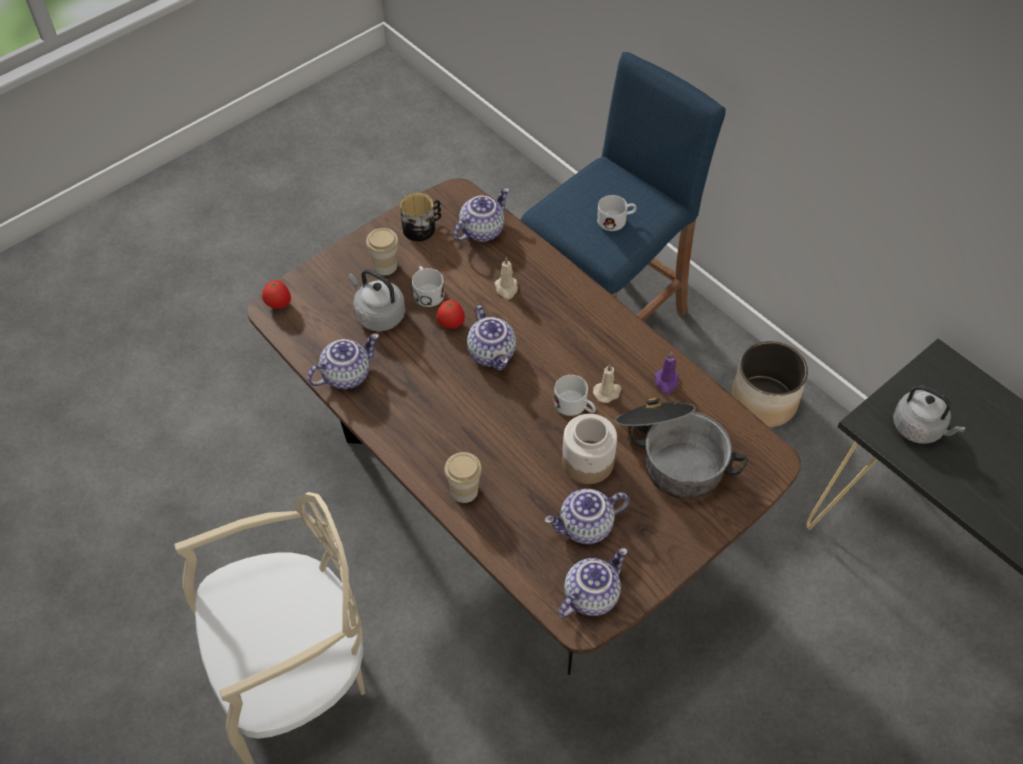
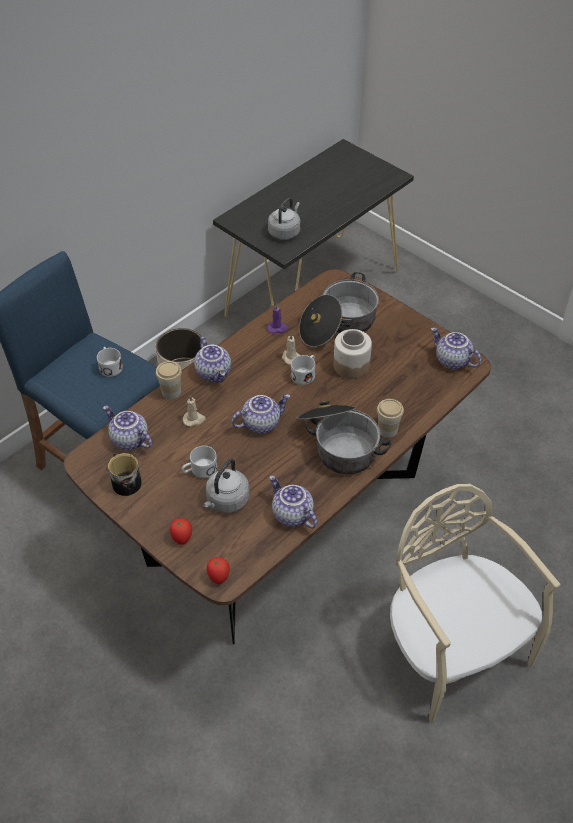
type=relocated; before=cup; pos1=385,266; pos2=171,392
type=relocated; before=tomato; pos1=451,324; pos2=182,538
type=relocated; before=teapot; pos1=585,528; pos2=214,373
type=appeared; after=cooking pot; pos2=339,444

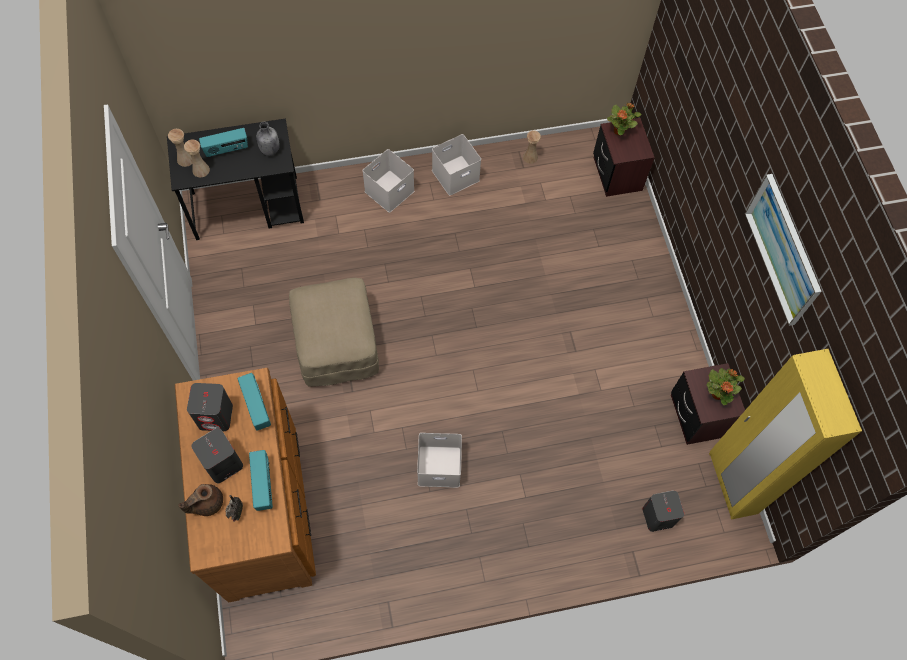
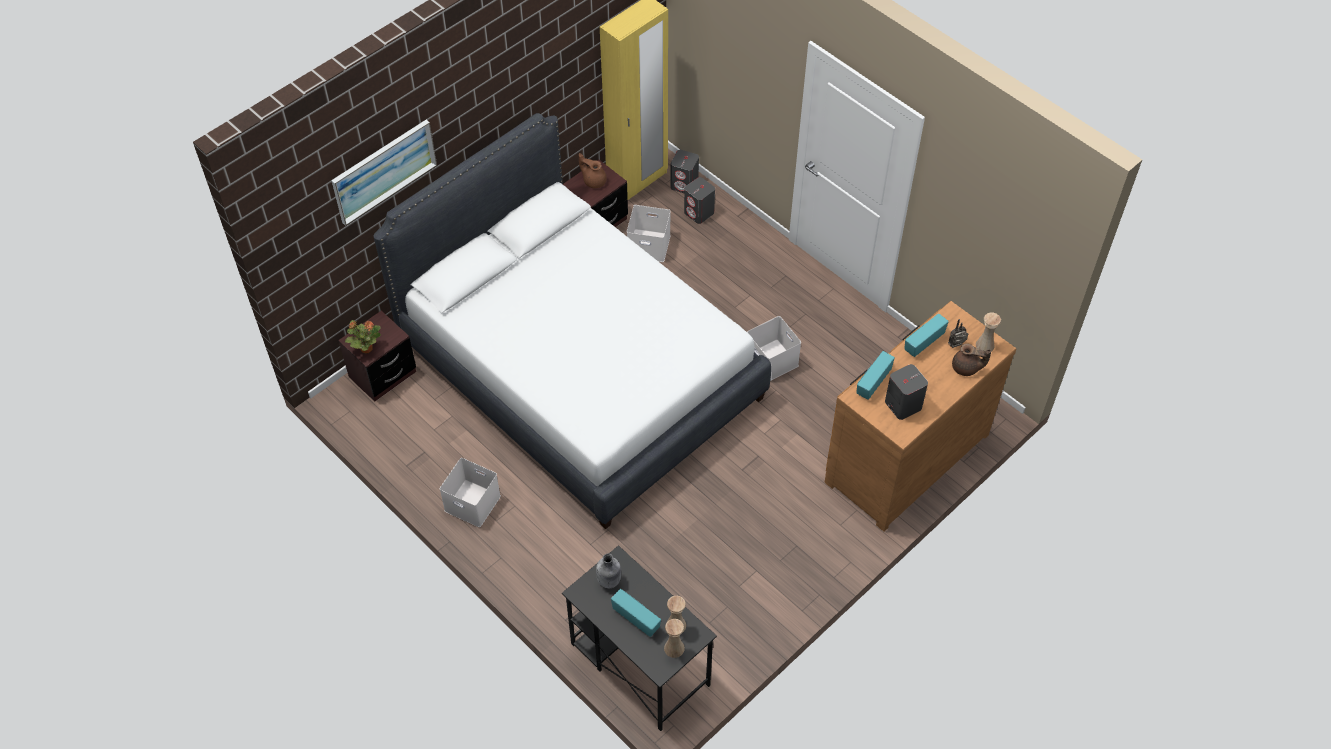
type=relocated; before=picture; pos1=783,249; pos2=384,171
type=appeared; after=white bed; pos2=580,370
type=exchanged; before=potted plant; after=brown teapot; pos1=717,393; pos2=594,181
type=relocated; before=white storage box; pos1=389,192; pos2=650,245
type=relocated; before=grey speaker; pos1=222,464; pos2=684,184
type=relocated; before=beige vase; pos1=530,157; pos2=985,345
type=missing; before=beige ottoman; pos1=337,343

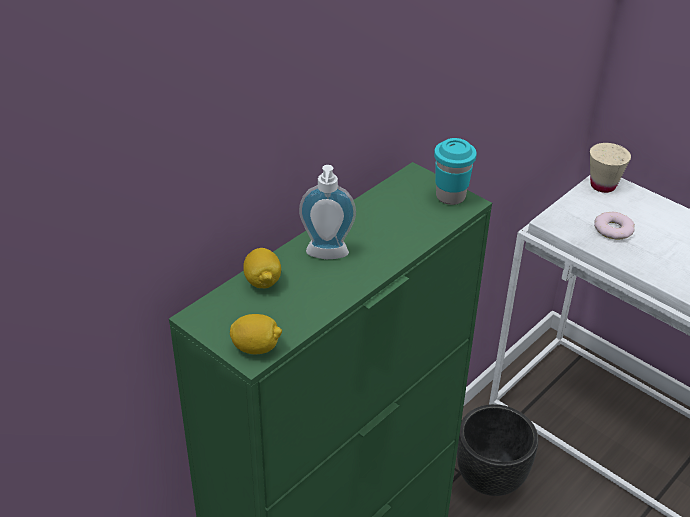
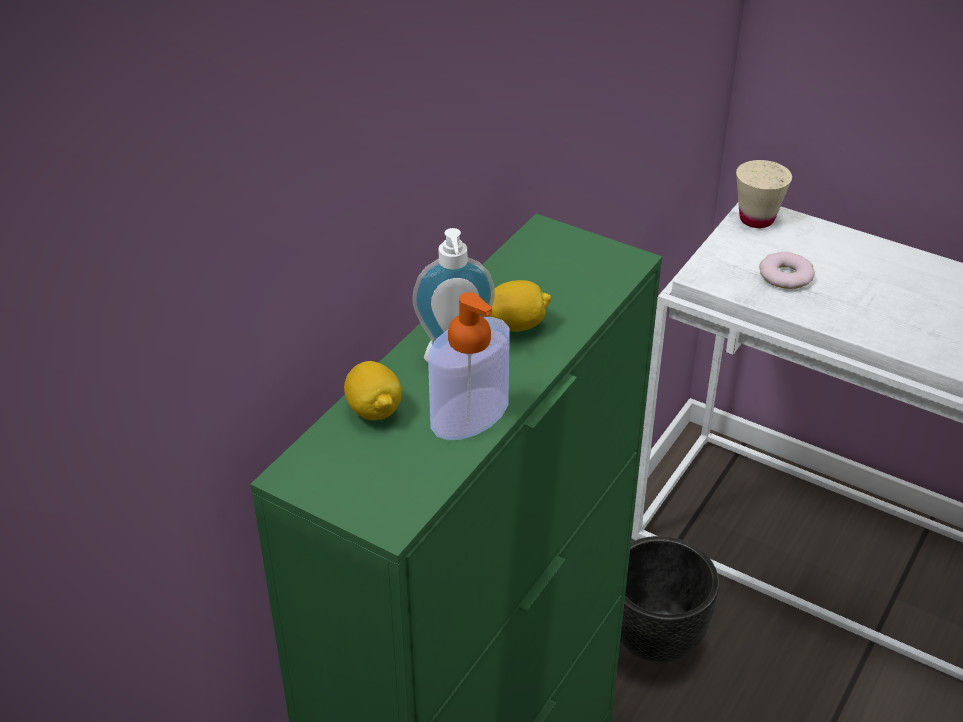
type=appeared; after=soap dispenser; pos2=470,414
type=relocated; before=lemon; pos1=256,347; pos2=517,325
type=missing; before=turquoise cup; pos1=450,196

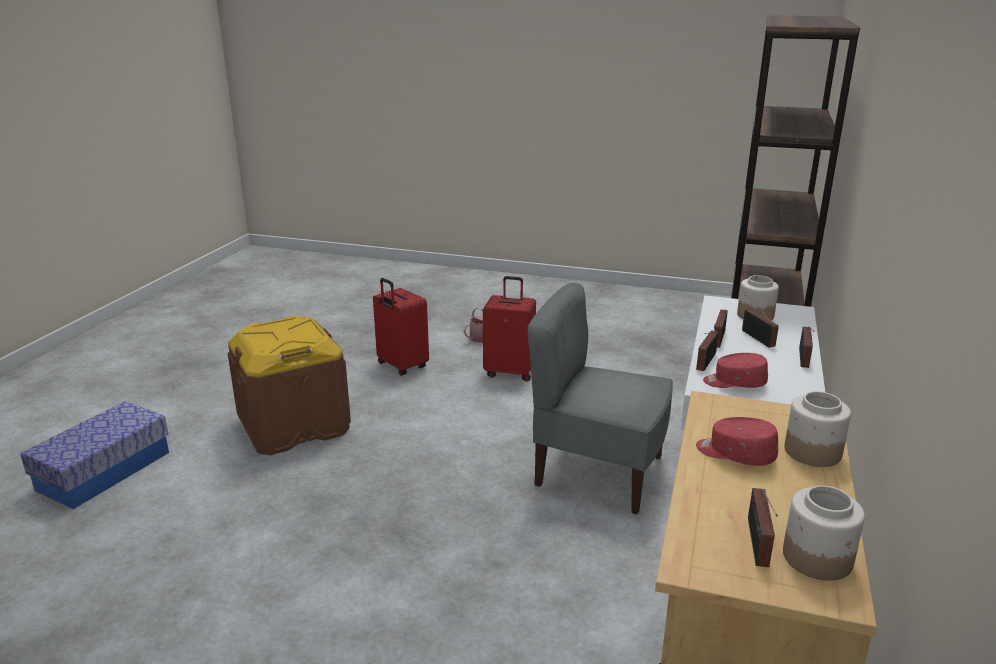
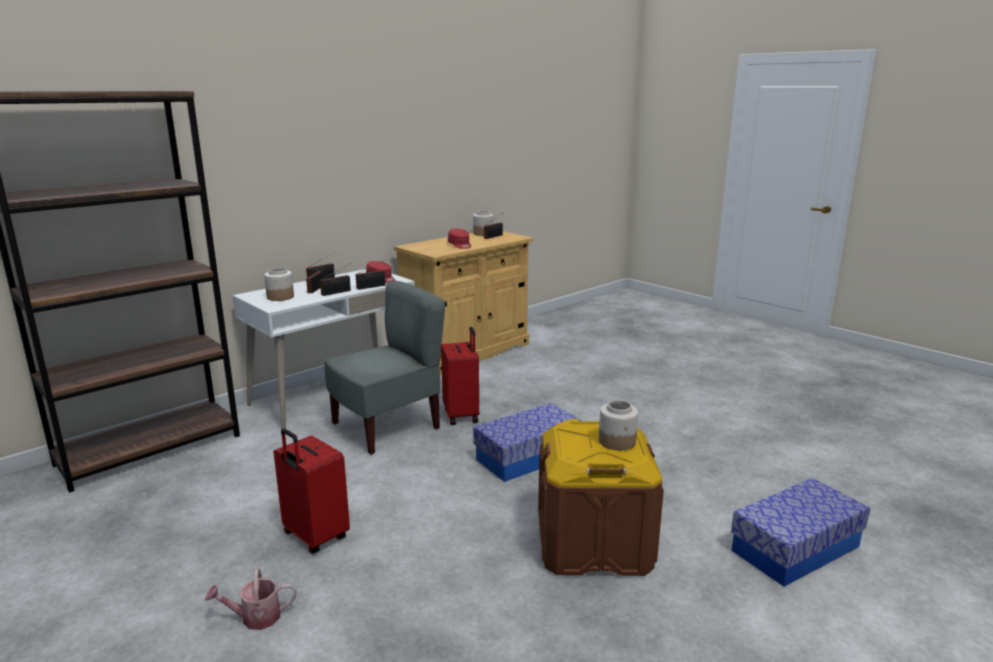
type=spun; before=grey chair; pos1=597,473; pos2=387,427; turn=-90
type=relocated; before=red suitcase; pos1=401,366; pos2=462,415
type=appeared; after=storage box; pos2=528,457
type=relocated; before=jar; pos1=811,452; pos2=617,441

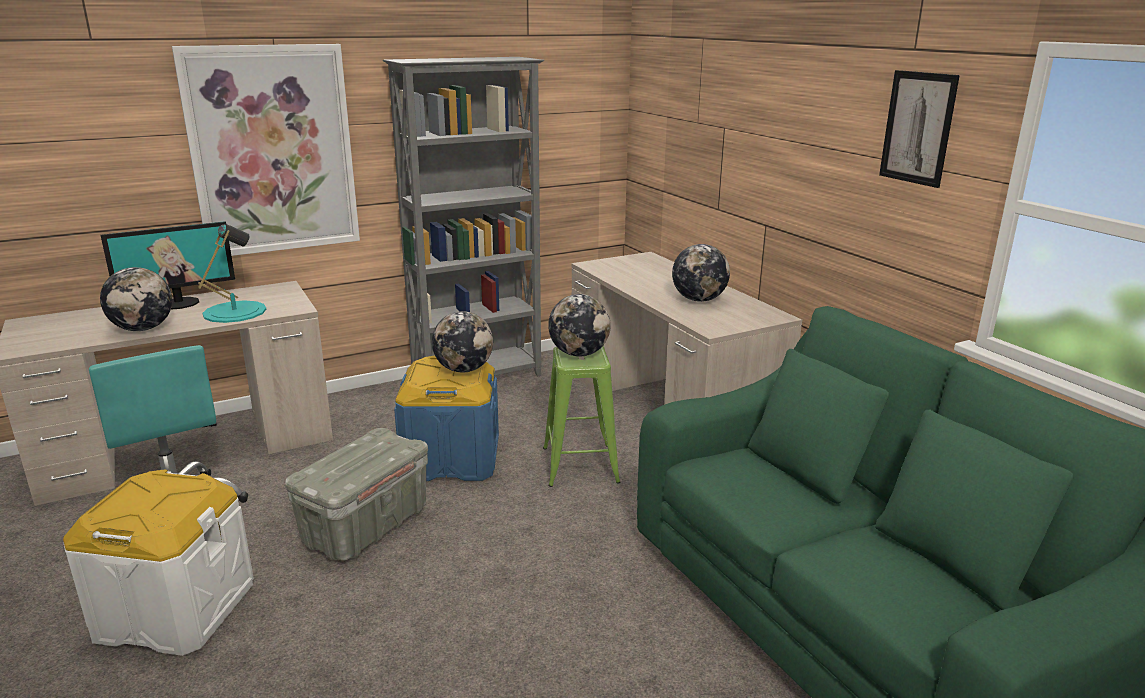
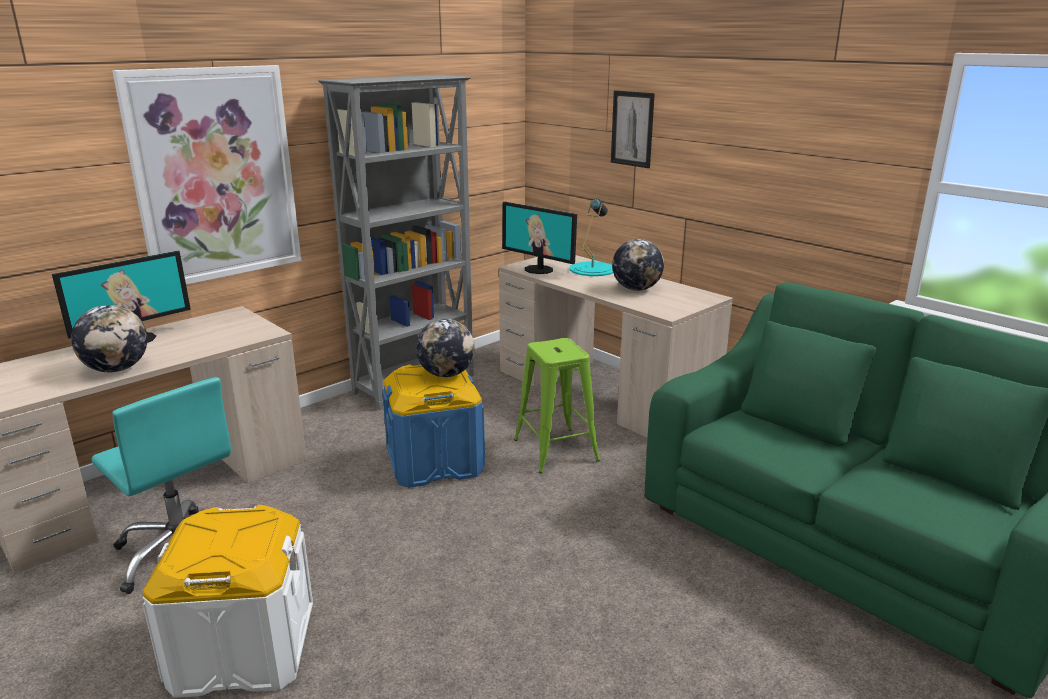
type=appeared; after=monitor; pos2=539,269
type=relocated; before=turquoise table lamp; pos1=234,312; pos2=592,269
type=relocated; before=picture; pos1=918,128; pos2=632,129
type=missing; before=grey storage box; pos1=366,527
type=missing; before=globe; pos1=579,354

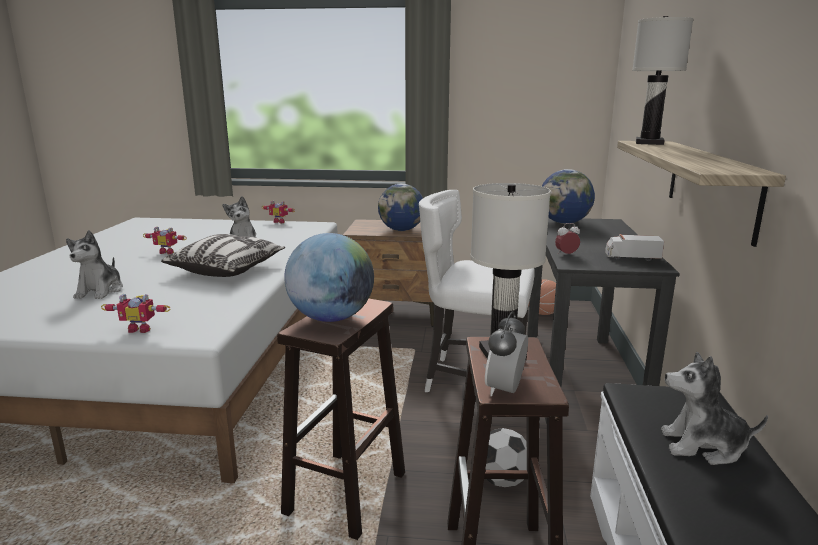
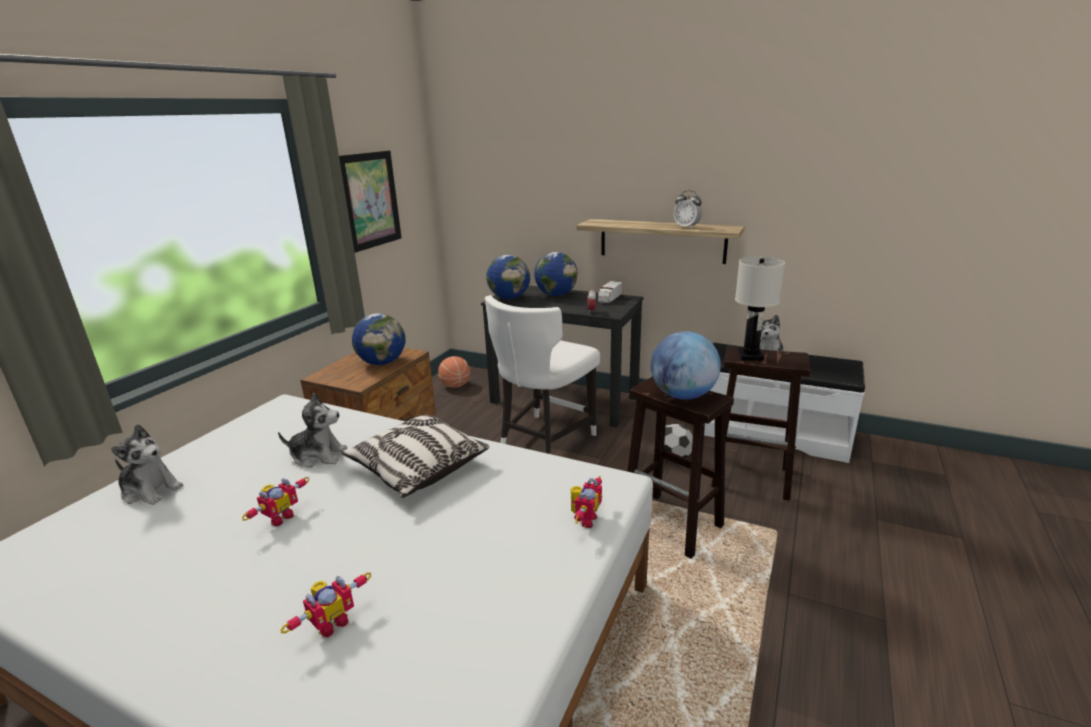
type=relocated; before=plush toy; pos1=100,291; pos2=151,490
type=relocated; before=toy robot; pos1=280,221; pos2=331,623
type=appeared; after=picture; pos2=370,200
type=appeared; after=globe; pos2=556,295
type=relocated; before=alarm clock; pos1=505,390; pos2=686,227
type=missing; before=white table lamp; pos1=649,143

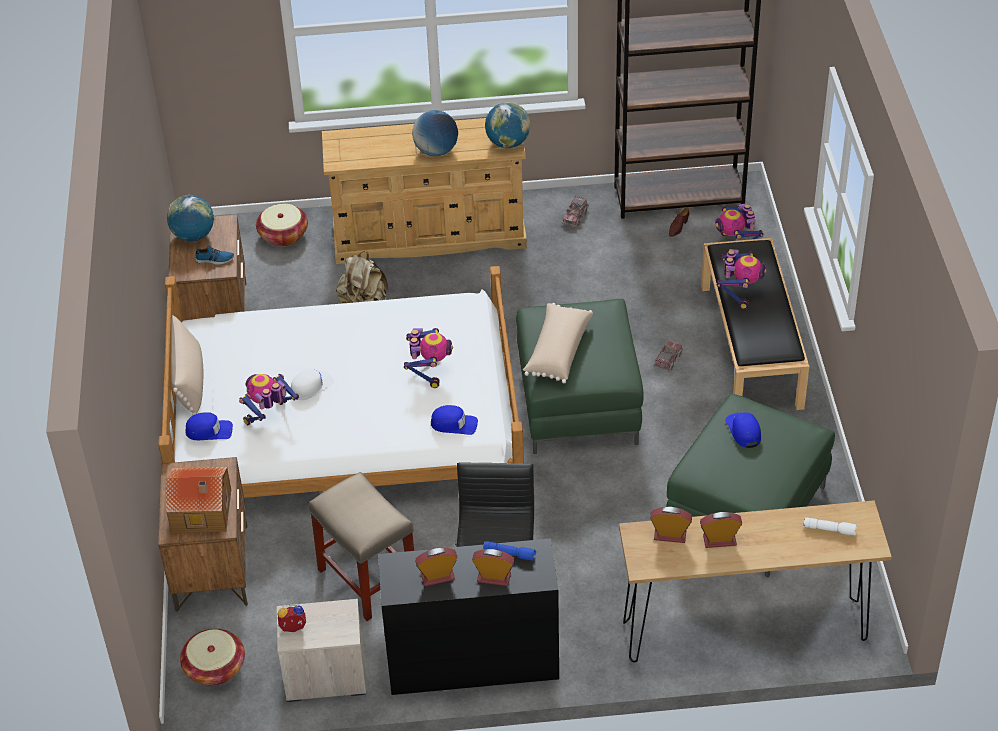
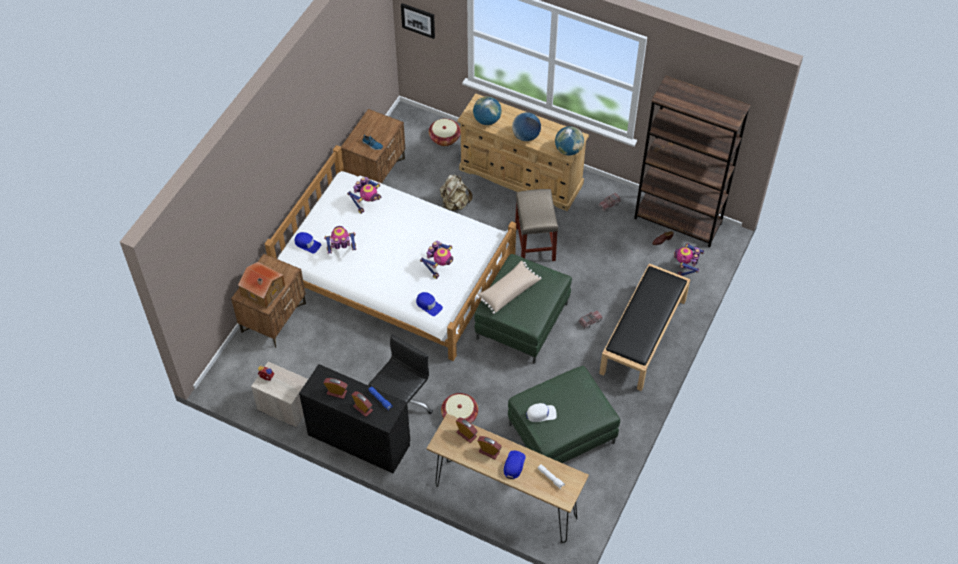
type=relocated; before=toy robot; pos1=739,292; pos2=367,203
type=appeared; after=picture; pos2=418,20
type=relocated; before=basket; pos1=215,668; pos2=459,415
type=relocated; before=globe; pos1=193,236; pos2=487,120
type=relocated; before=blue cap; pos1=743,431; pos2=514,465
type=relocated; before=beige stool; pos1=369,580; pos2=535,244
type=relocated; before=white cap; pos1=311,386; pos2=541,414
type=missing; before=beige pillow; pos1=189,380

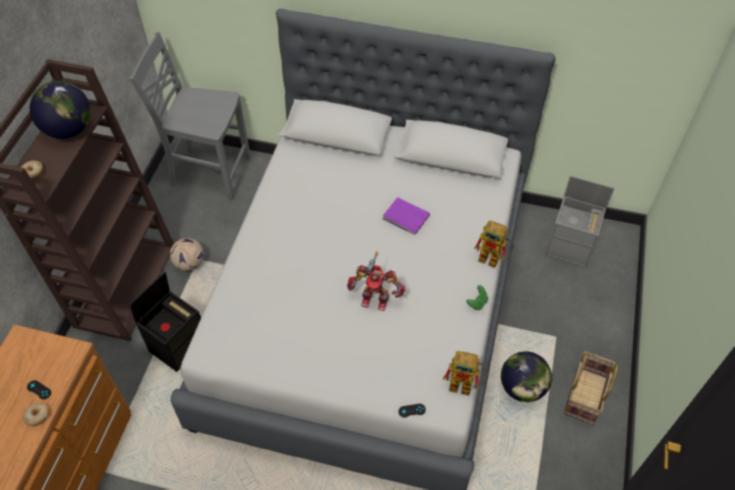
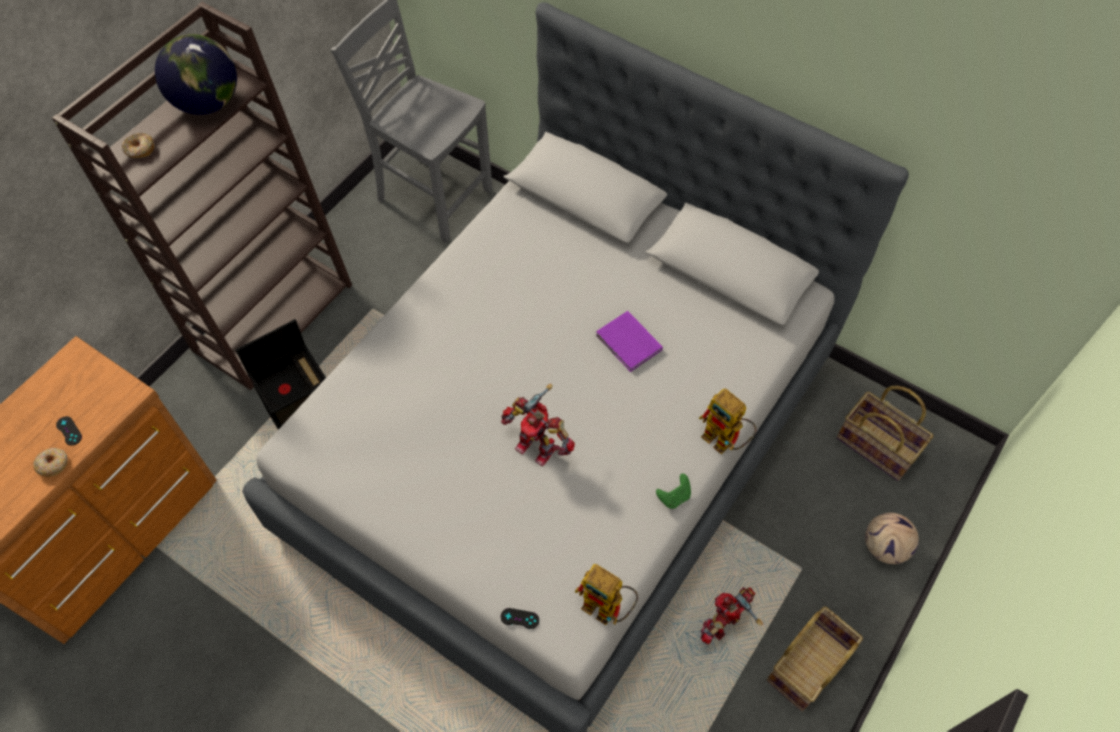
type=exchanged; before=globe; after=toy robot; pos1=522,388; pos2=723,624
type=exchanged; before=grey storage box; after=basket; pos1=570,247; pos2=878,446
type=relocated; before=football; pos1=190,263; pos2=885,547

